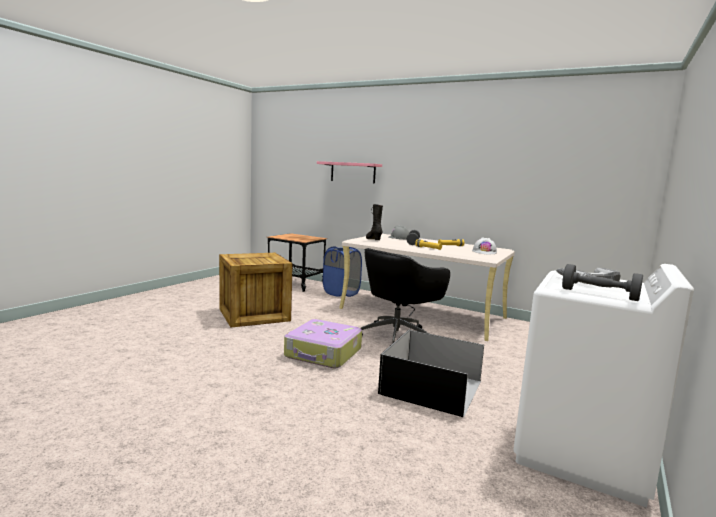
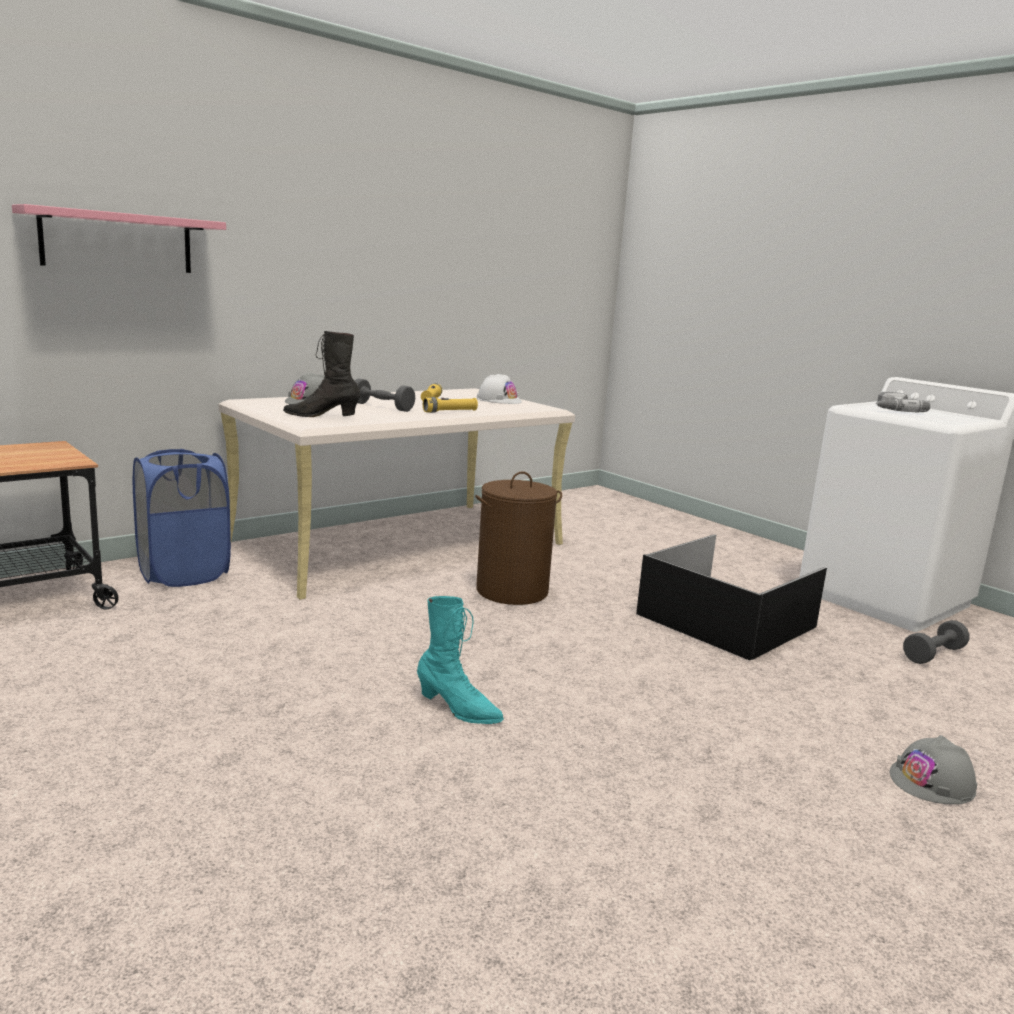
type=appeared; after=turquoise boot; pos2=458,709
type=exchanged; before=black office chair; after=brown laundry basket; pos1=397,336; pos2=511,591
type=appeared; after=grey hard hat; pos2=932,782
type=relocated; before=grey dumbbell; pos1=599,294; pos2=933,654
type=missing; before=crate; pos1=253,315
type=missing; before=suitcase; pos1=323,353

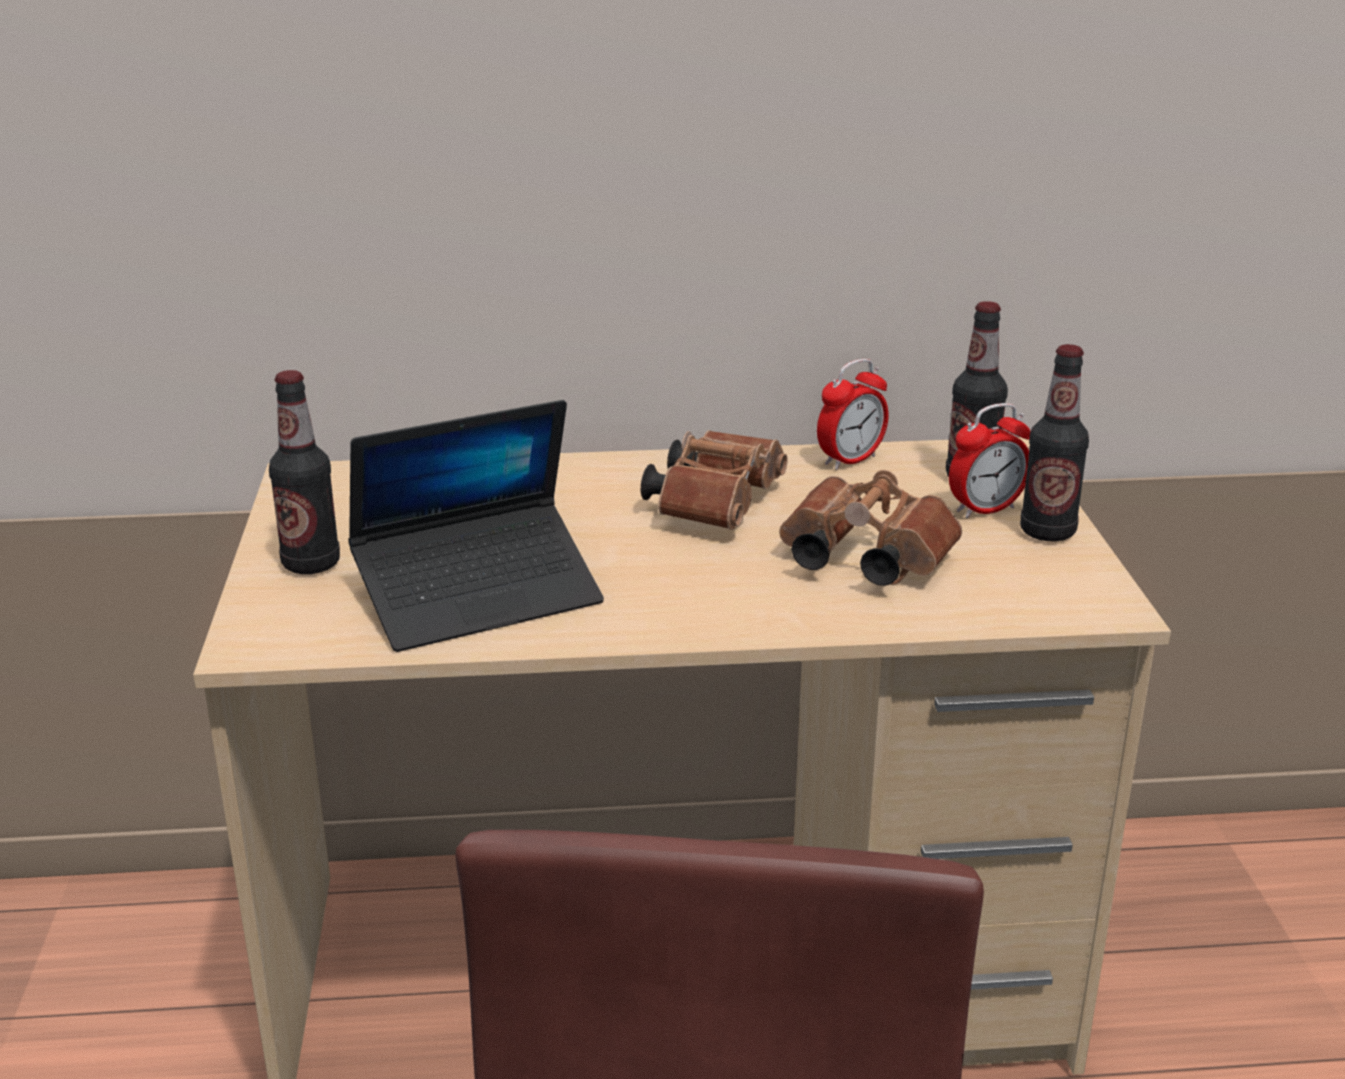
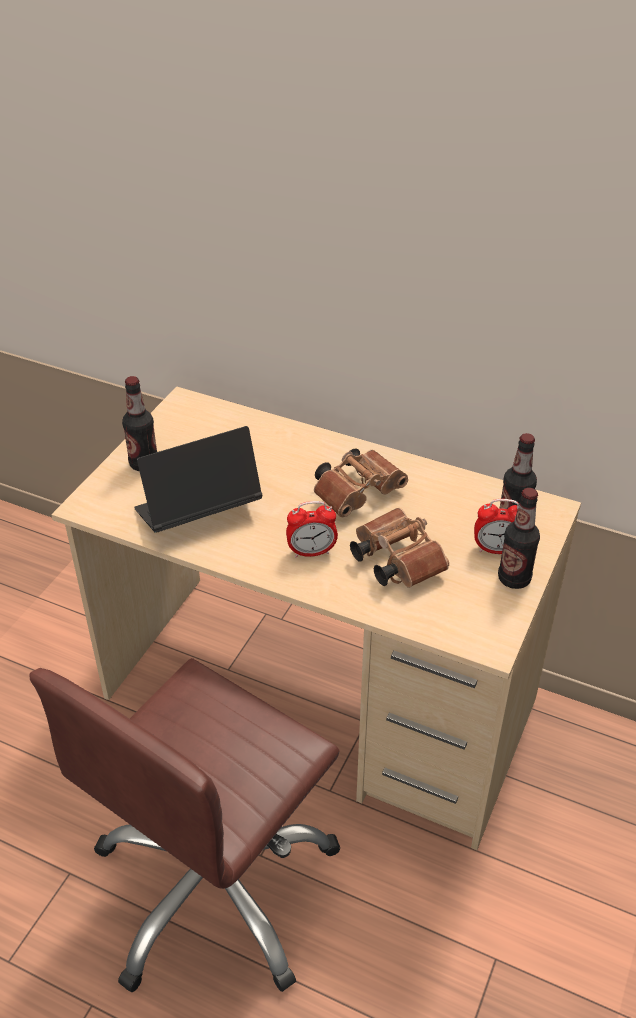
type=spun; before=laptop; pos1=479,596; pos2=198,513; turn=150
type=relocated; before=alarm clock; pos1=850,460; pos2=311,552

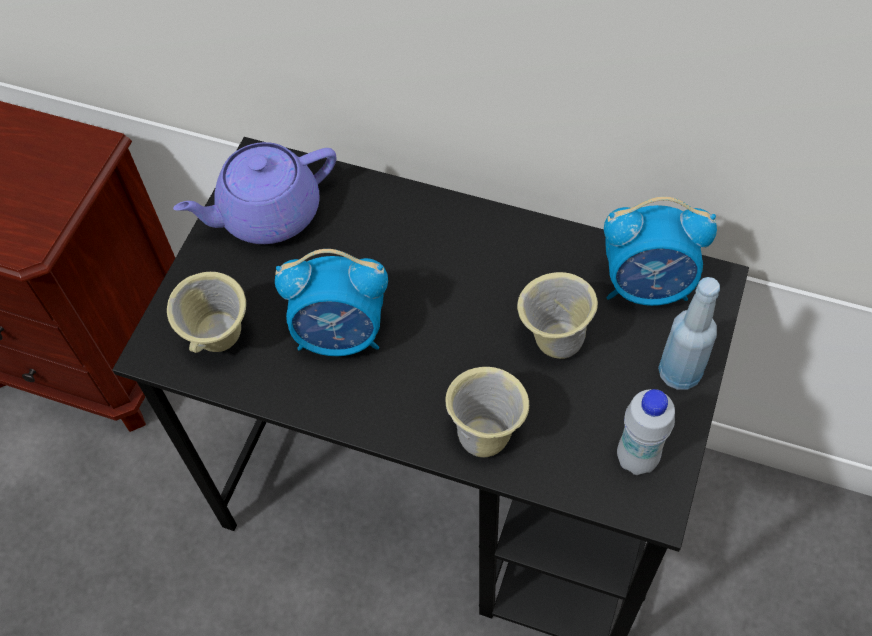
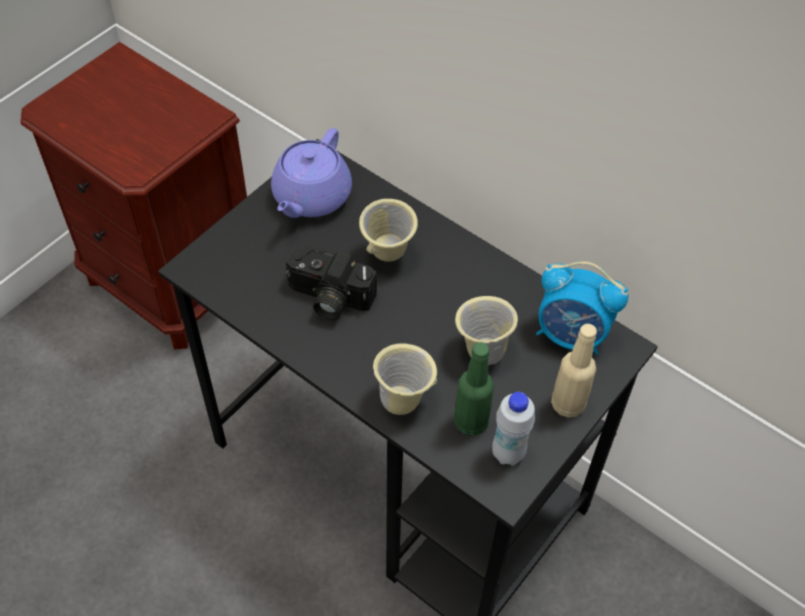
type=spun; before=purple teapot; pos1=267,213; pos2=311,197; turn=-60
type=exchanged; before=alarm clock; after=photo camera; pos1=341,335; pos2=328,298
type=relocated; before=beige mug; pos1=221,342; pos2=388,256
type=appeared; after=green bottle; pos2=471,422
type=colour; before=blue bottle; after=beige bottle; pos1=679,373; pos2=568,404

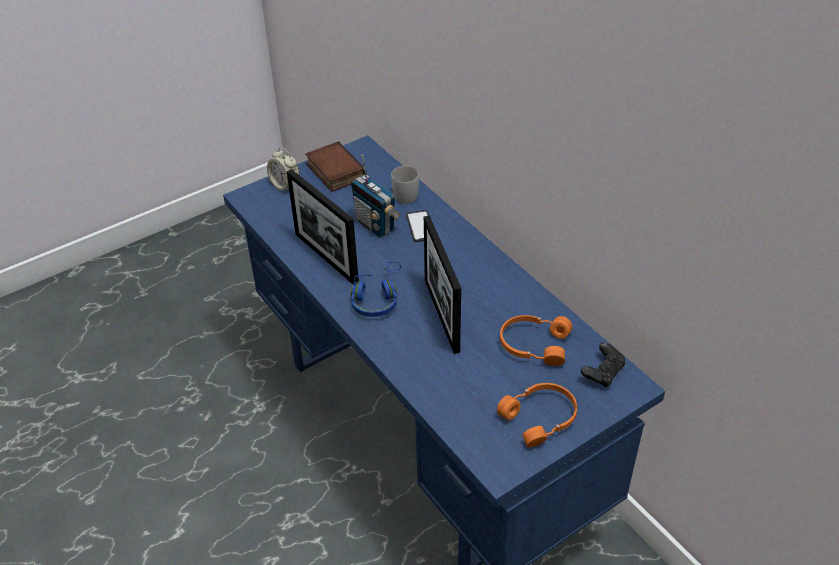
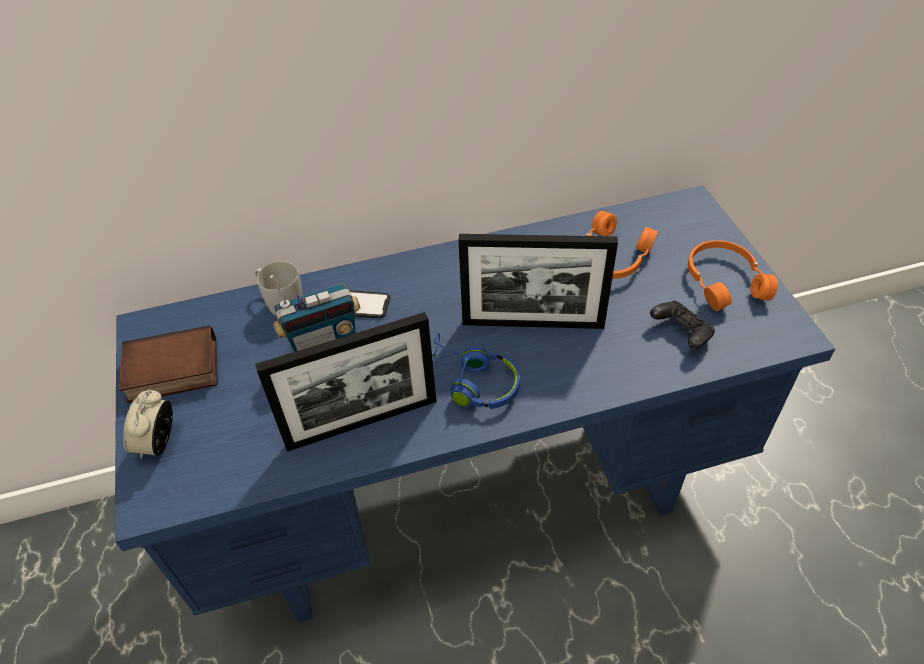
type=spun; before=alarm clock; pos1=285,185; pos2=158,442; turn=120
type=relocated; before=black game controller; pos1=602,373; pos2=681,333

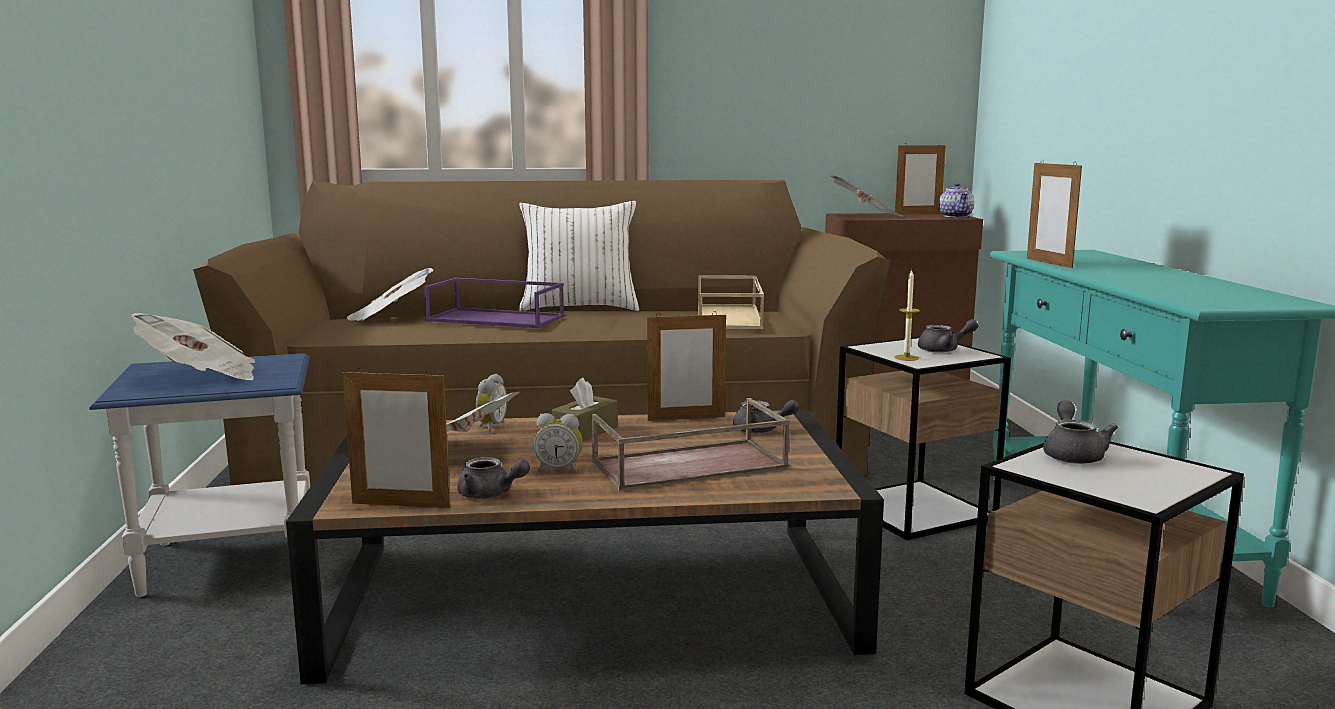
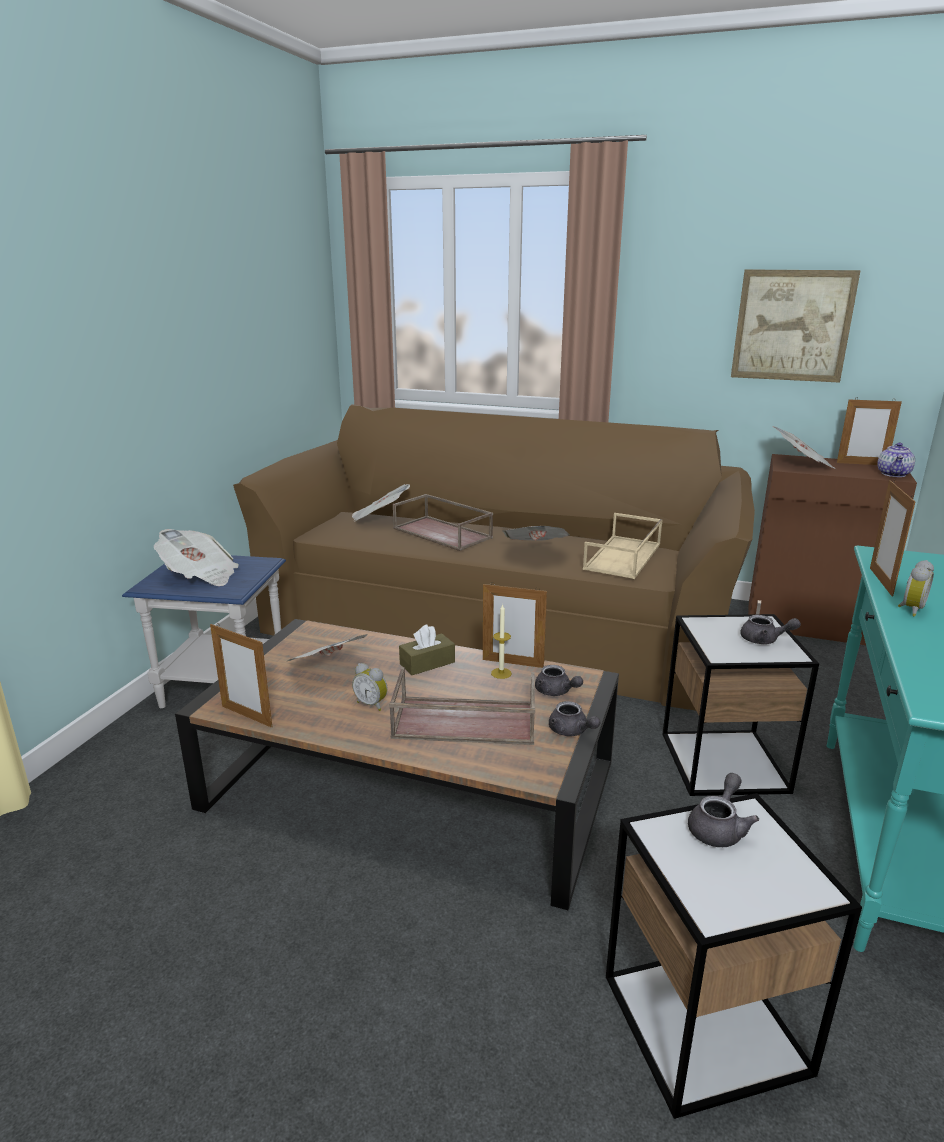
type=colour; before=purple tray; after=brown tray; pos1=497,318; pos2=443,533
type=relocated; before=candle; pos1=906,358; pos2=501,673
type=appeared; after=newspaper; pos2=535,551
type=relocated; before=grey teapot; pos1=490,495; pos2=571,731
type=appeared; after=picture; pos2=792,326
type=relocated; before=alarm clock; pos1=490,427; pos2=910,609
type=missing; before=white pillow; pos1=579,308

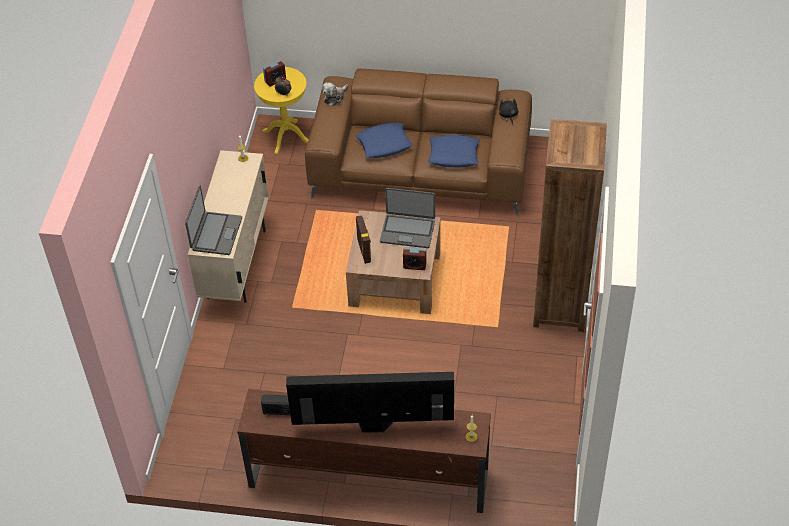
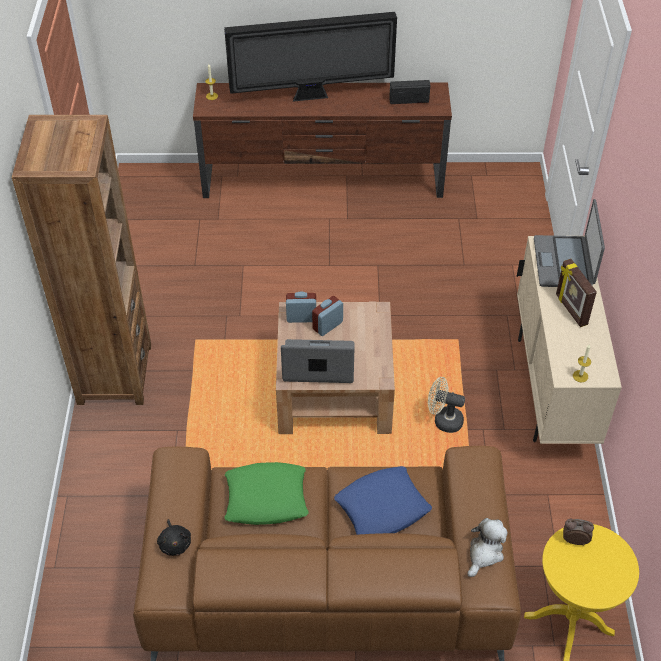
type=colour; before=blue pillow; after=green pillow; pos1=454,155; pos2=266,498
type=relocated; before=alarm clock; pos1=275,80; pos2=327,325
type=appeared; after=beige fan; pos2=443,420
type=relocated; before=picture frame; pos1=364,251; pos2=570,310

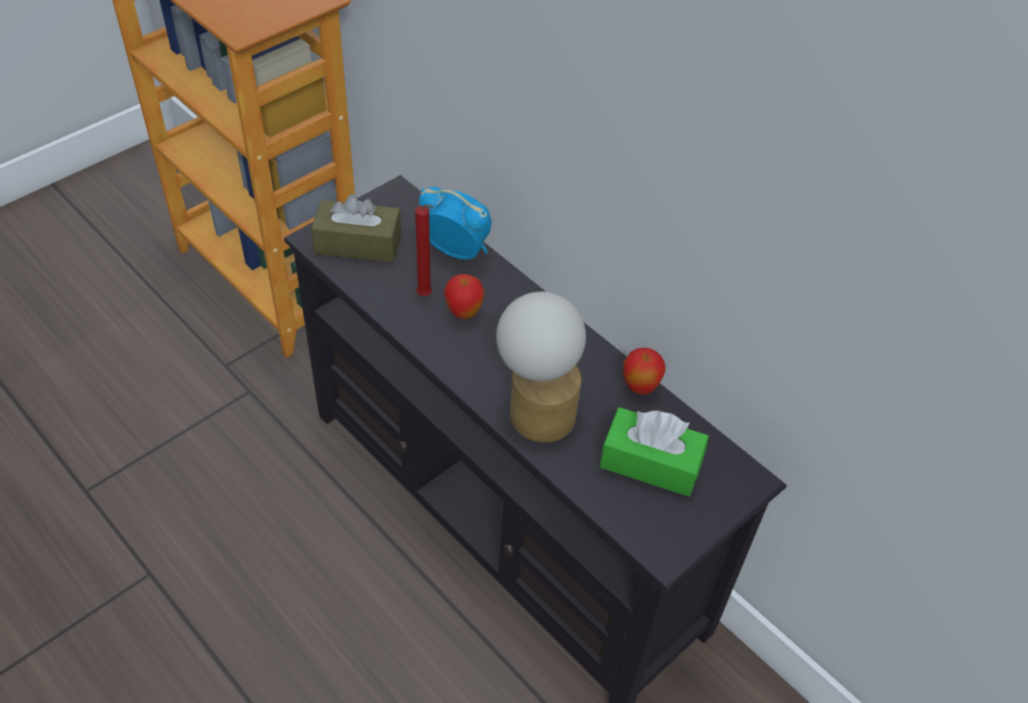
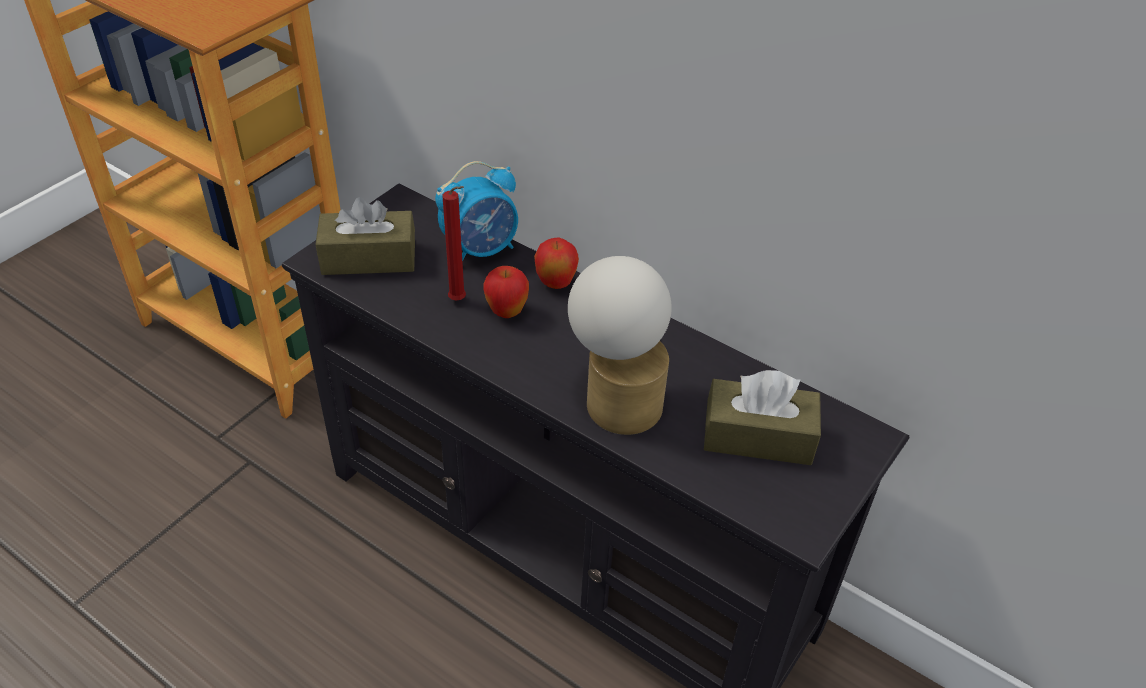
type=spun; before=alarm clock; pos1=456,250; pos2=481,250; turn=135
type=relocated; before=apple; pos1=639,387; pos2=556,284
type=colour; before=green tissue box; after=brown tissue box; pos1=650,463; pos2=758,437

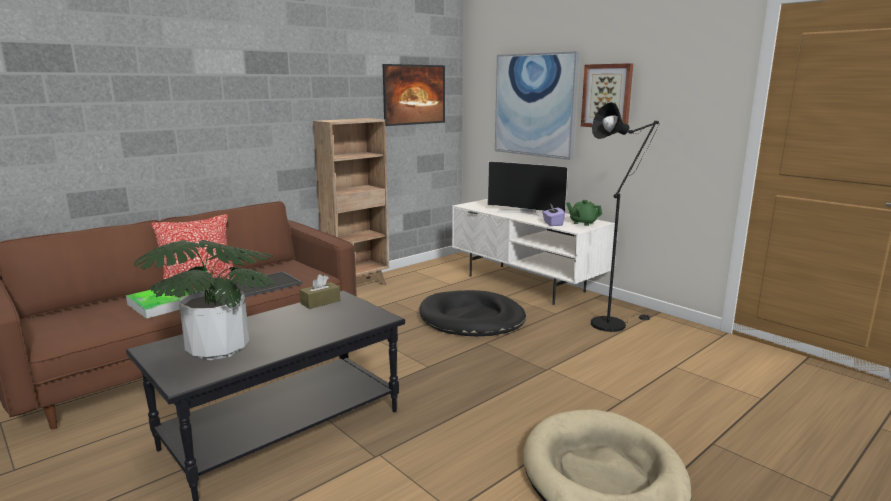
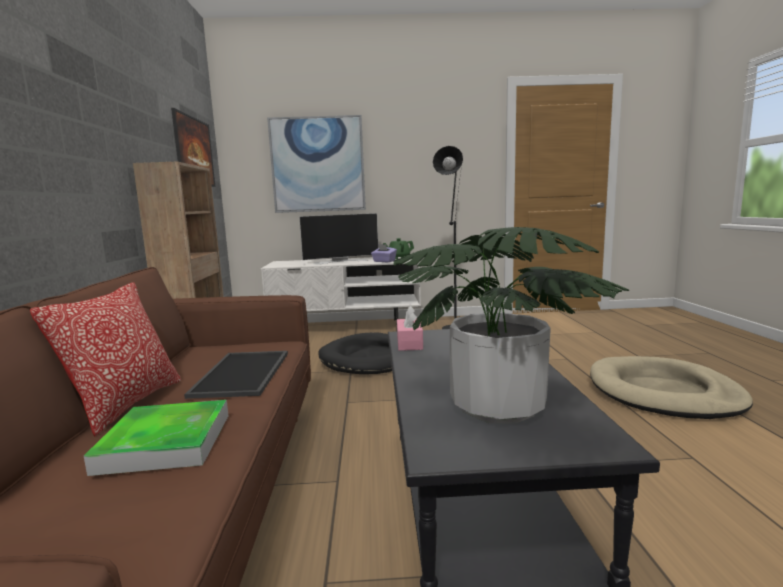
type=colour; before=brown tissue box; after=pink tissue box; pos1=320,302; pos2=409,343
type=missing; before=picture; pos1=607,96

